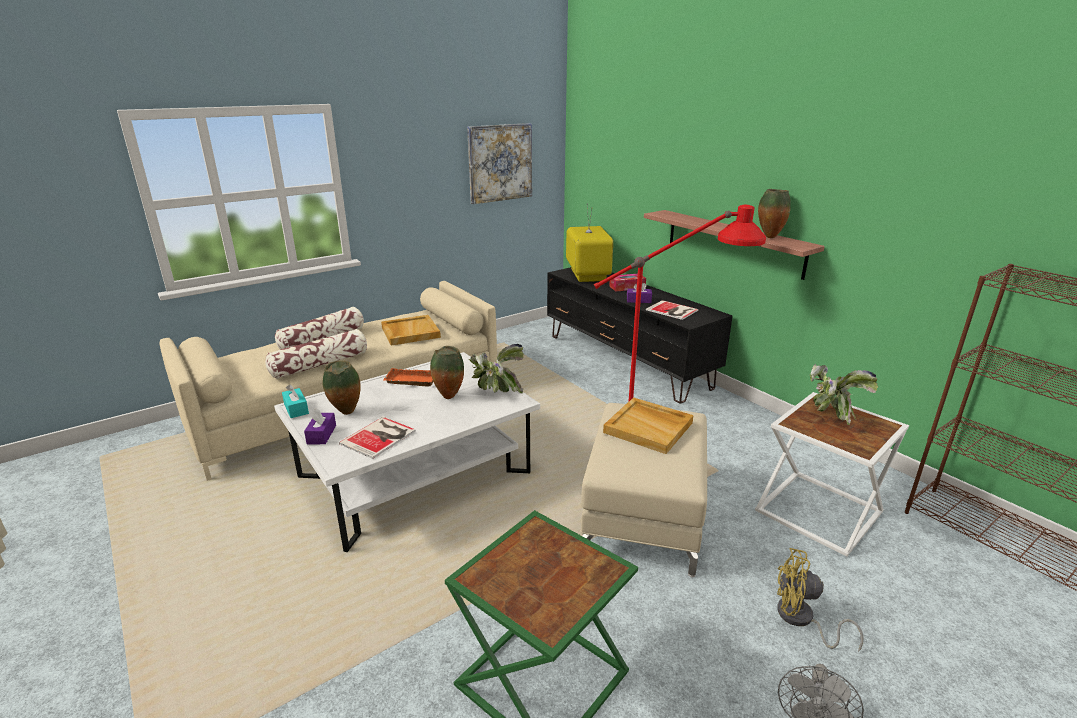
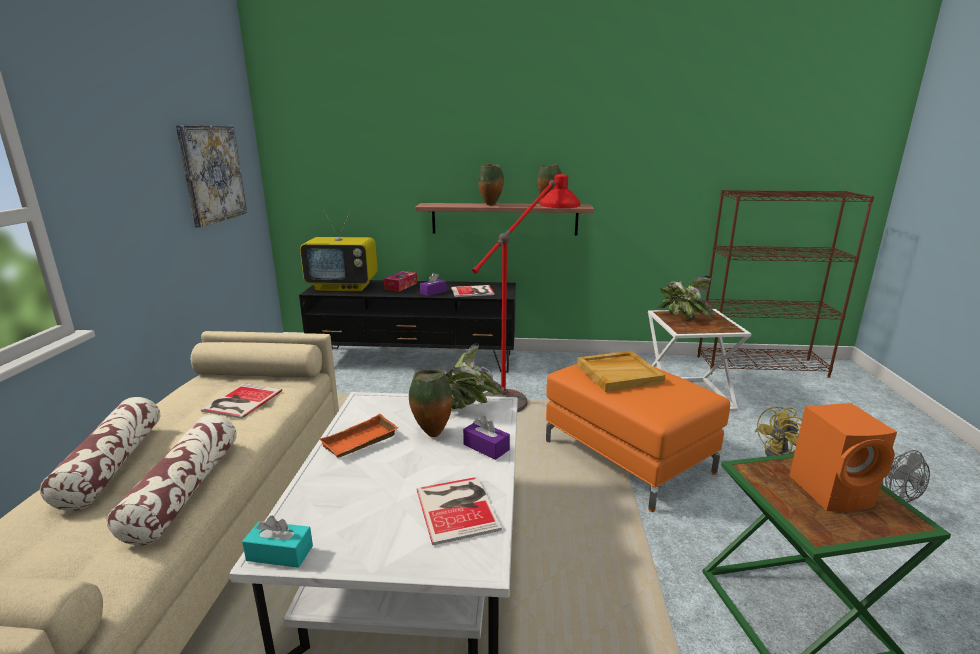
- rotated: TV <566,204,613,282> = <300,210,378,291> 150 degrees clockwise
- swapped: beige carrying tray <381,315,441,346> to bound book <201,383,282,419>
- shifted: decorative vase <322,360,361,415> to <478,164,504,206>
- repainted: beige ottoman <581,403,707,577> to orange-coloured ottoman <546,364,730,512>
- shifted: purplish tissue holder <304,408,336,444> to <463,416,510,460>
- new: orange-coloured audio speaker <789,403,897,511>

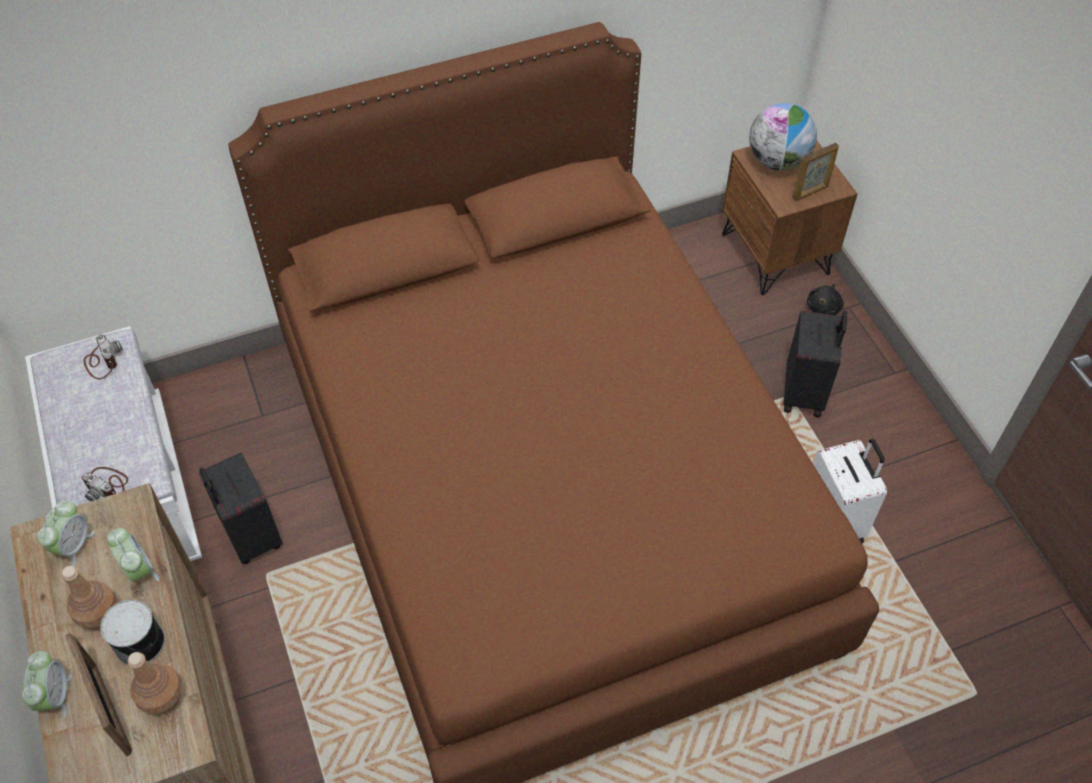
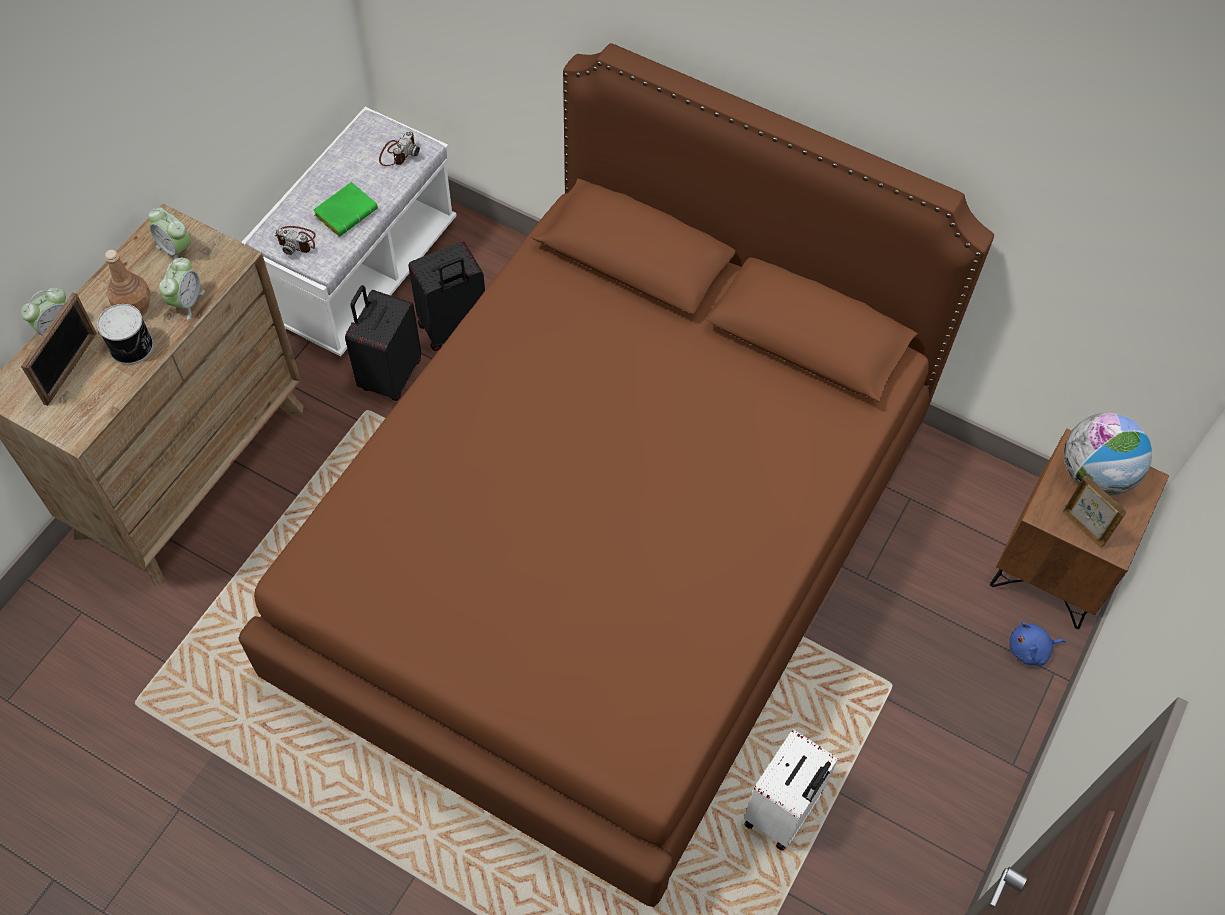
- rotated: standing frame <792,143,839,201> = <1063,476,1126,549> 150 degrees counterclockwise
- repainted: blackish cuddly toy <807,284,844,315> to bluish cuddly toy <1009,622,1066,666>
- shifted: blackish travel case <783,311,847,417> to <408,241,485,351>
- rotated: still camera <82,467,128,502> = <274,226,316,255> 60 degrees counterclockwise
- rotated: table clock <37,501,95,566> = <148,207,191,259> 60 degrees clockwise
- gone: brownish beverage bottle <128,652,182,714>
- new: greenish bound book <313,182,378,237>

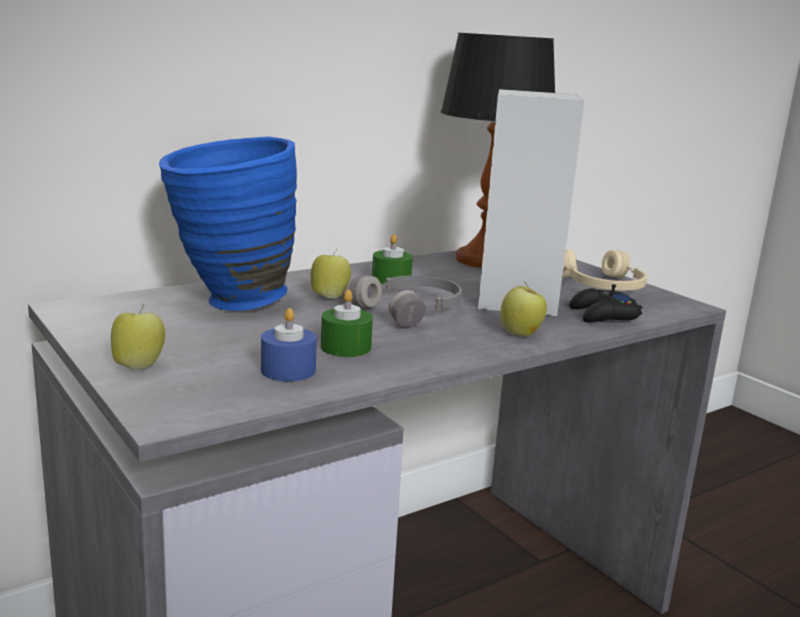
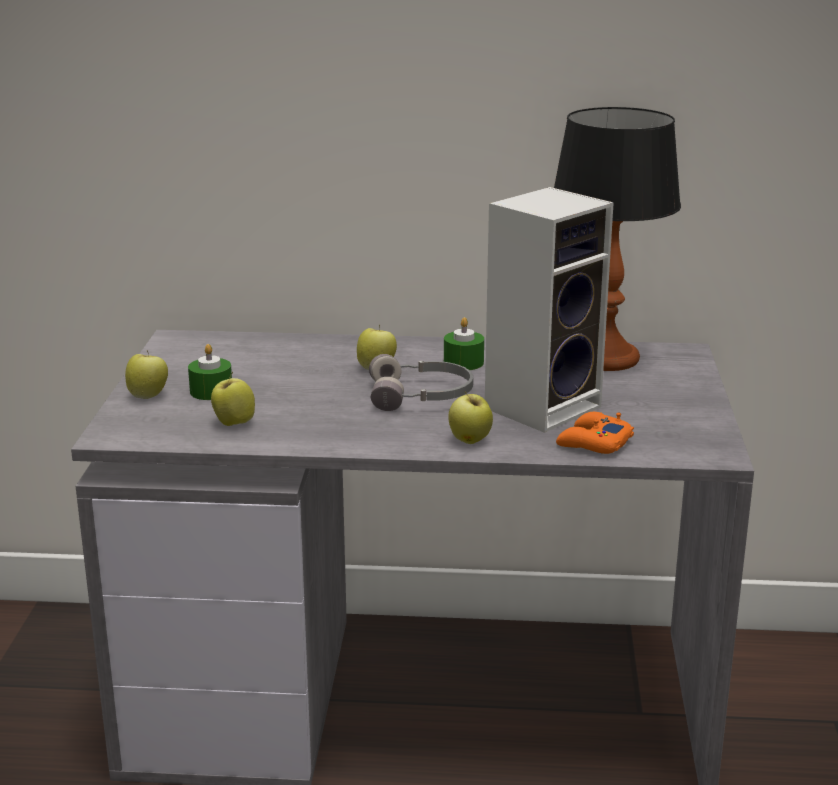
- gone: bluish decorative vase <159,137,297,311>
- gone: beige headphones <562,250,647,291>
- repainted: blackish gamepad <569,284,643,322> to orange-coloured gamepad <556,412,634,454>
- shifted: greenish candle <321,289,373,357> to <188,344,232,400>
- swapped: bluish candle <261,308,317,381> to apple fruit <211,372,255,426>

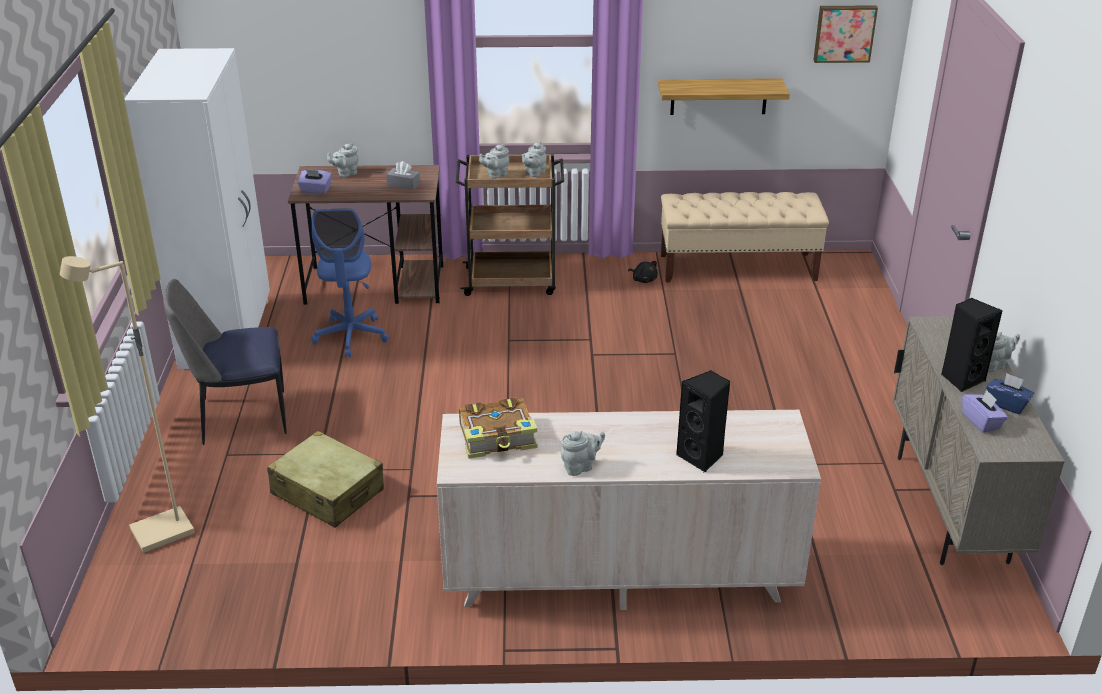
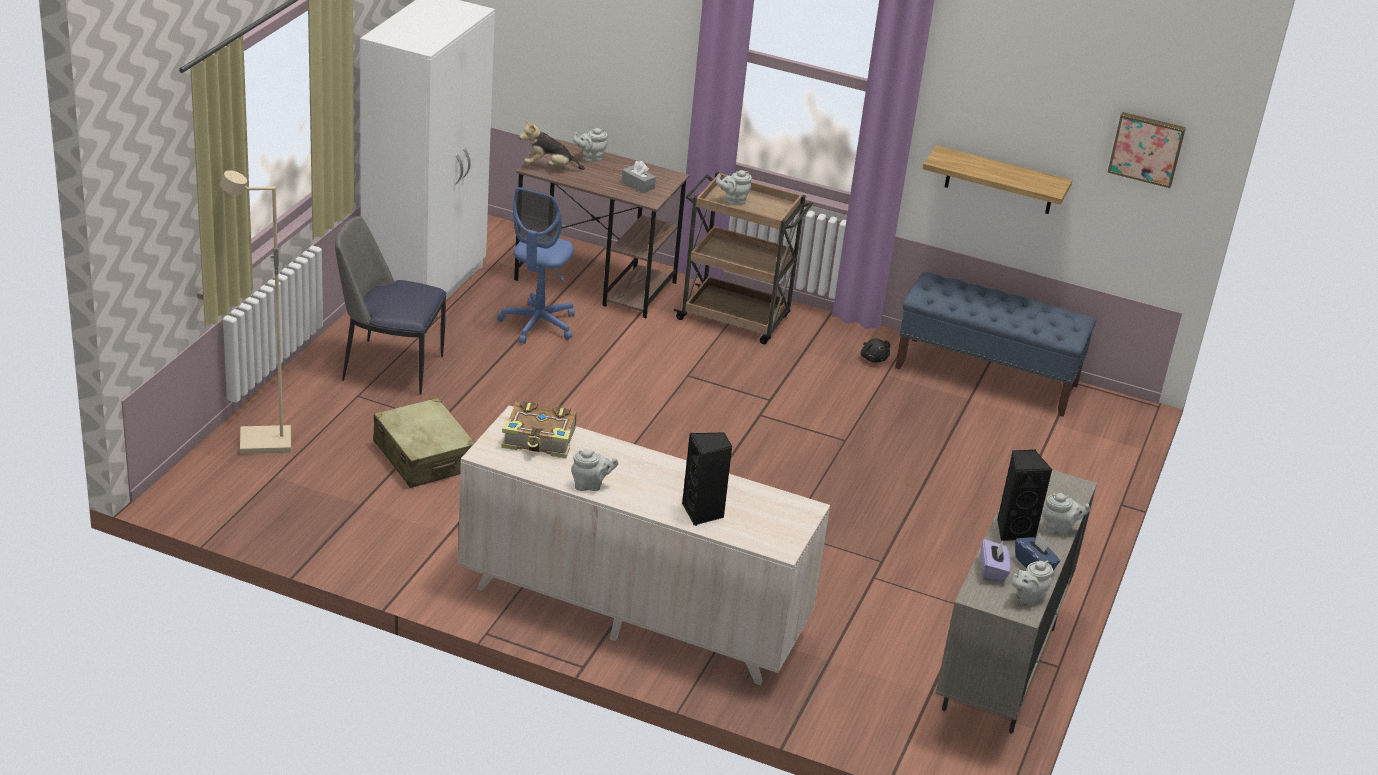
- shifted: greyish teapot <522,142,547,177> to <1012,561,1053,607>
- swapped: purplish tissue holder <297,169,332,194> to cuddly toy <519,120,585,170>
- repainted: beige long seat <661,192,829,283> to bluish long seat <895,272,1096,417>

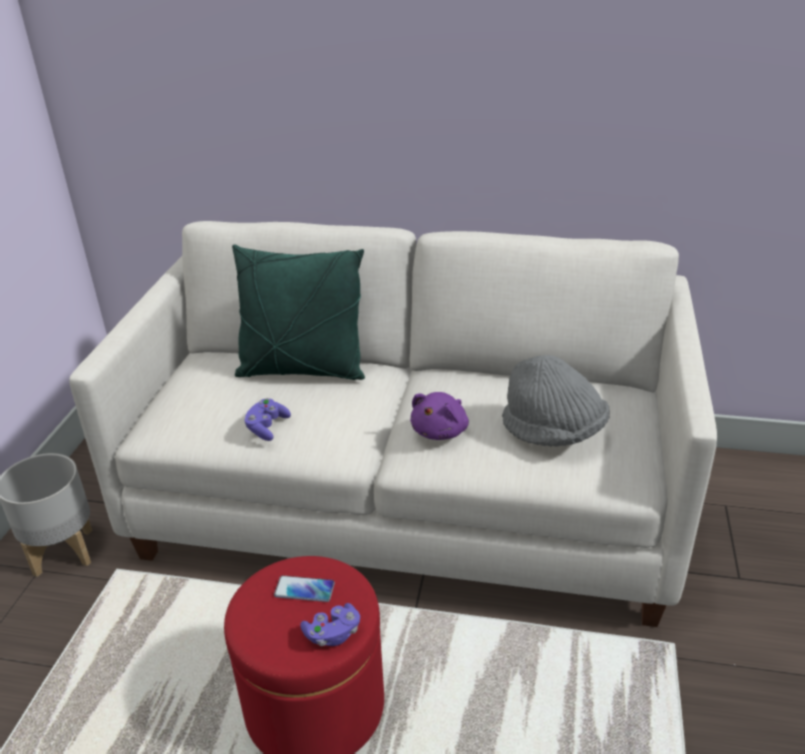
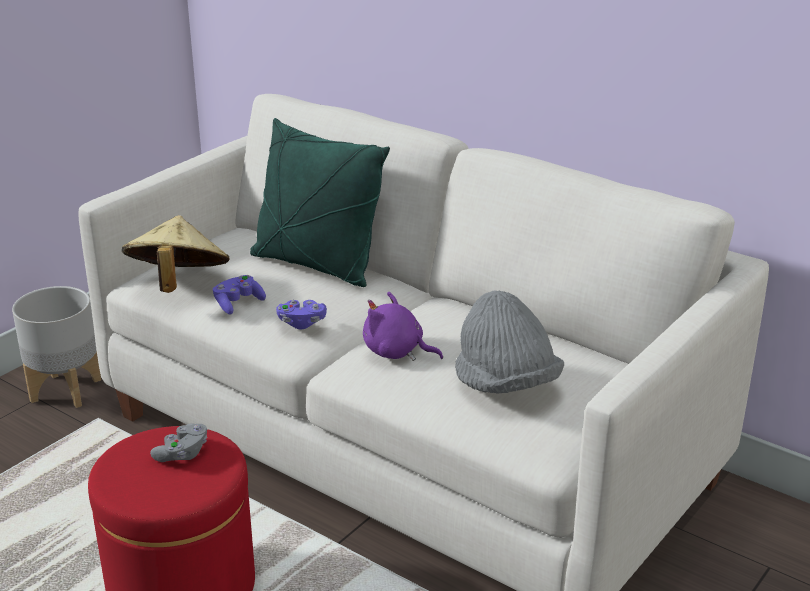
- rotated: purplish cuddly toy <410,392,469,440> = <363,291,443,361> 60 degrees clockwise
- swapped: telephone <274,576,335,602> to greyish gamepad <150,423,207,462>
- shifted: purplish gamepad <300,603,360,646> to <276,300,327,329>
- new: beige wearable hat <122,215,229,293>

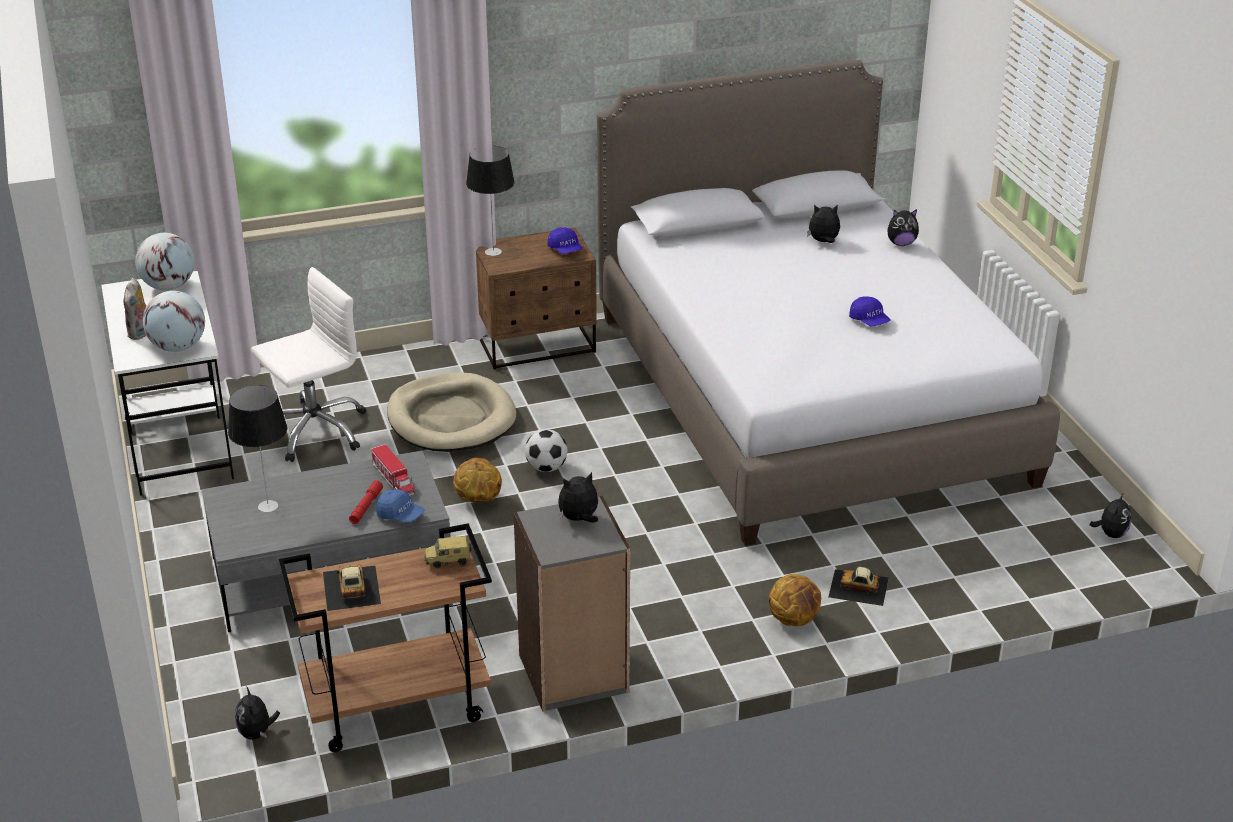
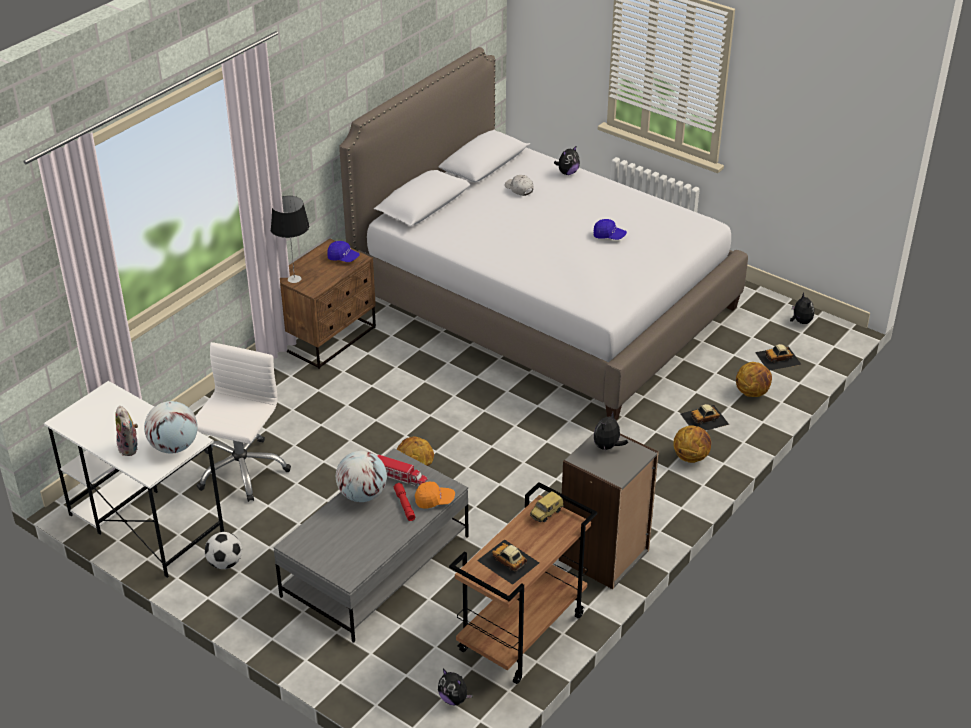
- swapped: cuddly toy <807,205,840,243> to white baseball cap <505,175,533,196>
- shifted: desk globe <135,233,195,290> to <336,451,387,502>
- gone: beige dog cushion <387,372,516,452>
- gone: table lamp <228,385,288,512>
- shifted: ball for football <525,429,568,472> to <205,532,242,569>
- repainted: bluish baseball cap <376,489,424,523> to orange-coloured baseball cap <415,482,455,509>
- new: model car <755,344,802,371>
- new: ball for basketball <736,362,772,397>

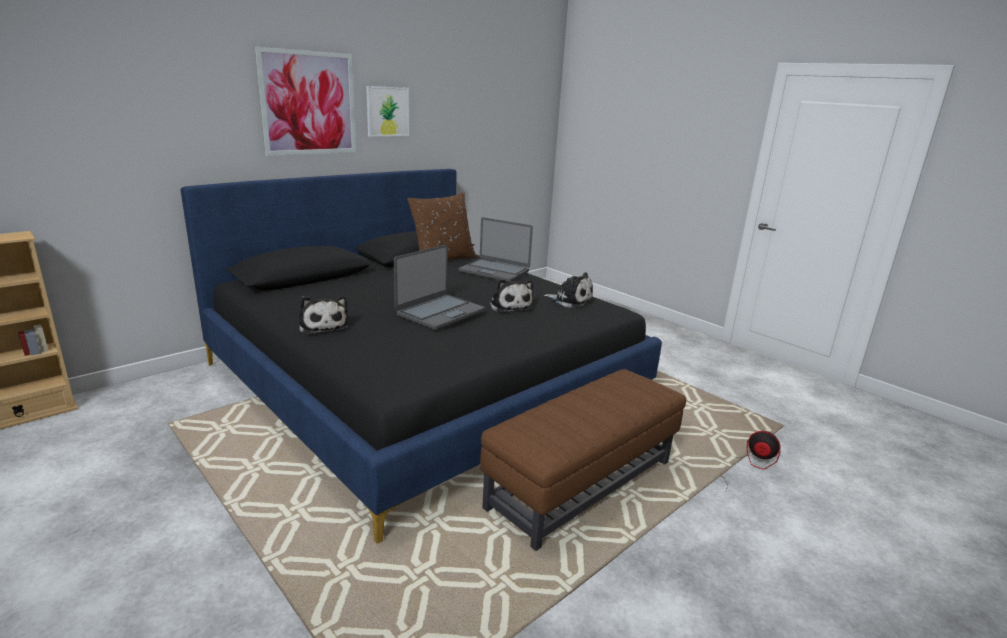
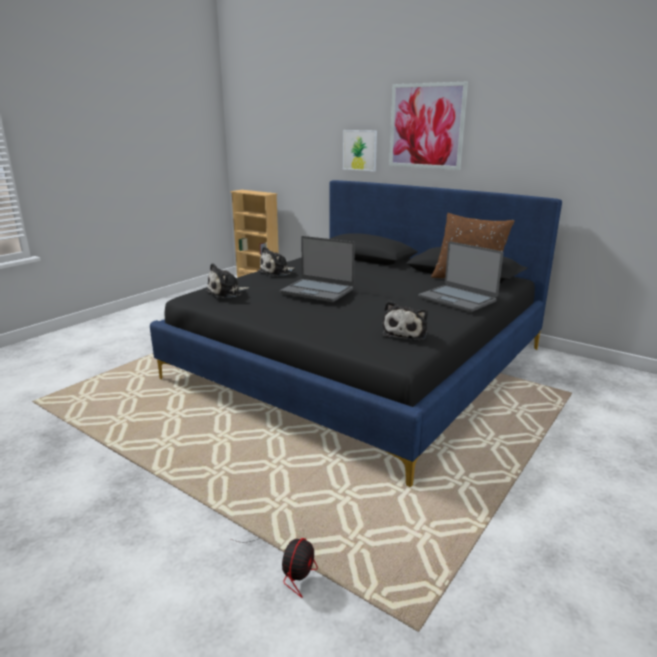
- shifted: picture <366,86,409,137> to <343,130,377,172>
- rotated: portable computer <459,217,533,281> = <419,241,503,312> 60 degrees counterclockwise
- shifted: cuddly toy <489,279,533,313> to <206,263,249,298>
- gone: brownish ottoman <480,369,686,551>

